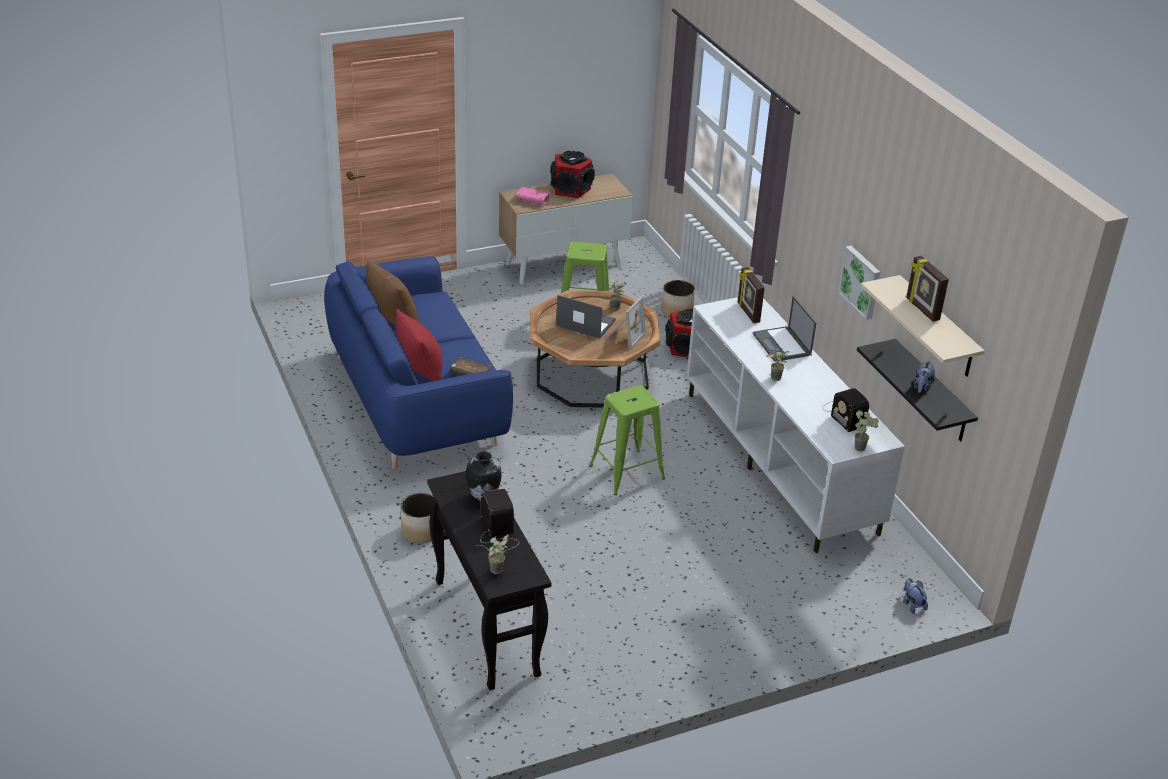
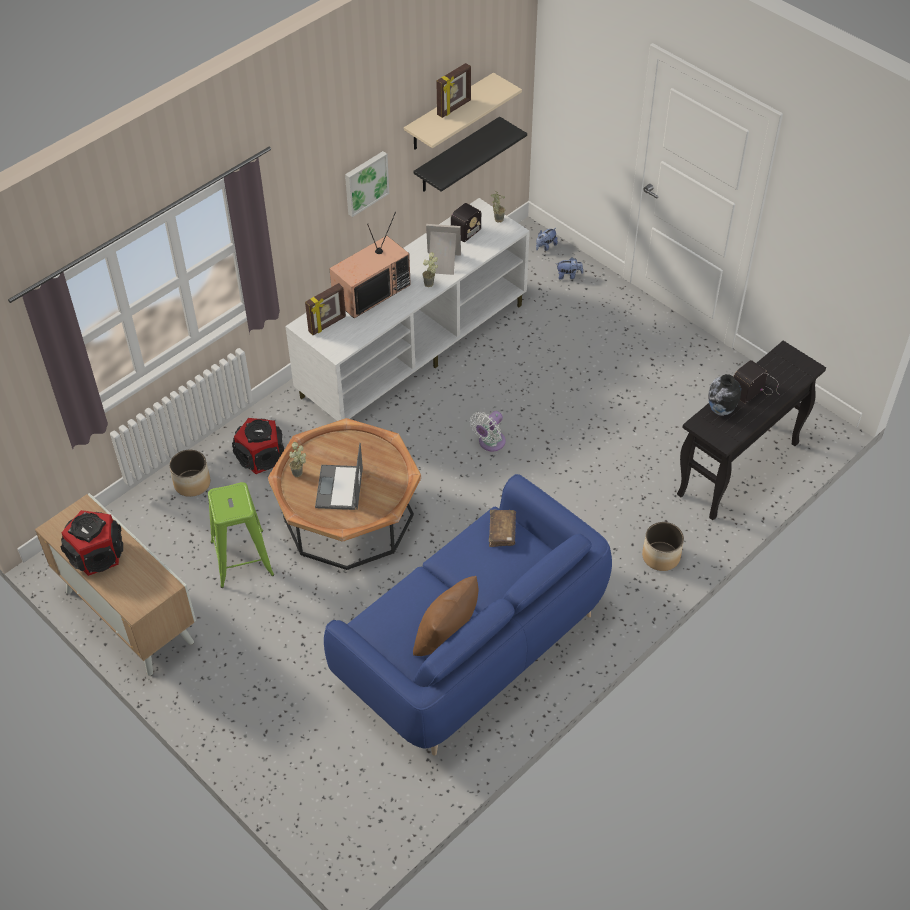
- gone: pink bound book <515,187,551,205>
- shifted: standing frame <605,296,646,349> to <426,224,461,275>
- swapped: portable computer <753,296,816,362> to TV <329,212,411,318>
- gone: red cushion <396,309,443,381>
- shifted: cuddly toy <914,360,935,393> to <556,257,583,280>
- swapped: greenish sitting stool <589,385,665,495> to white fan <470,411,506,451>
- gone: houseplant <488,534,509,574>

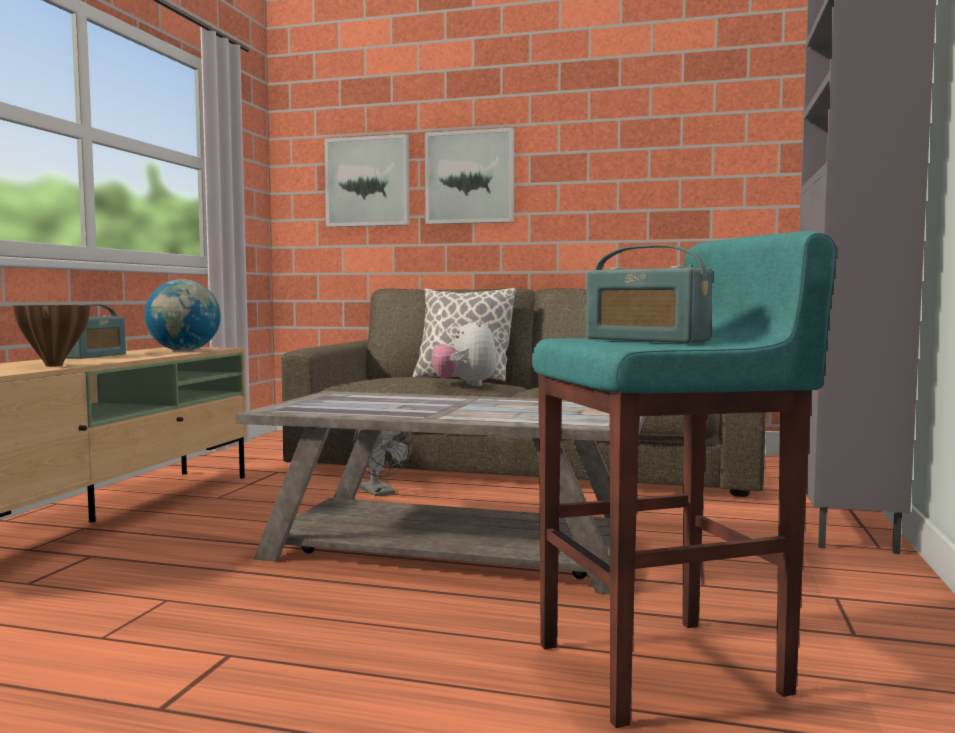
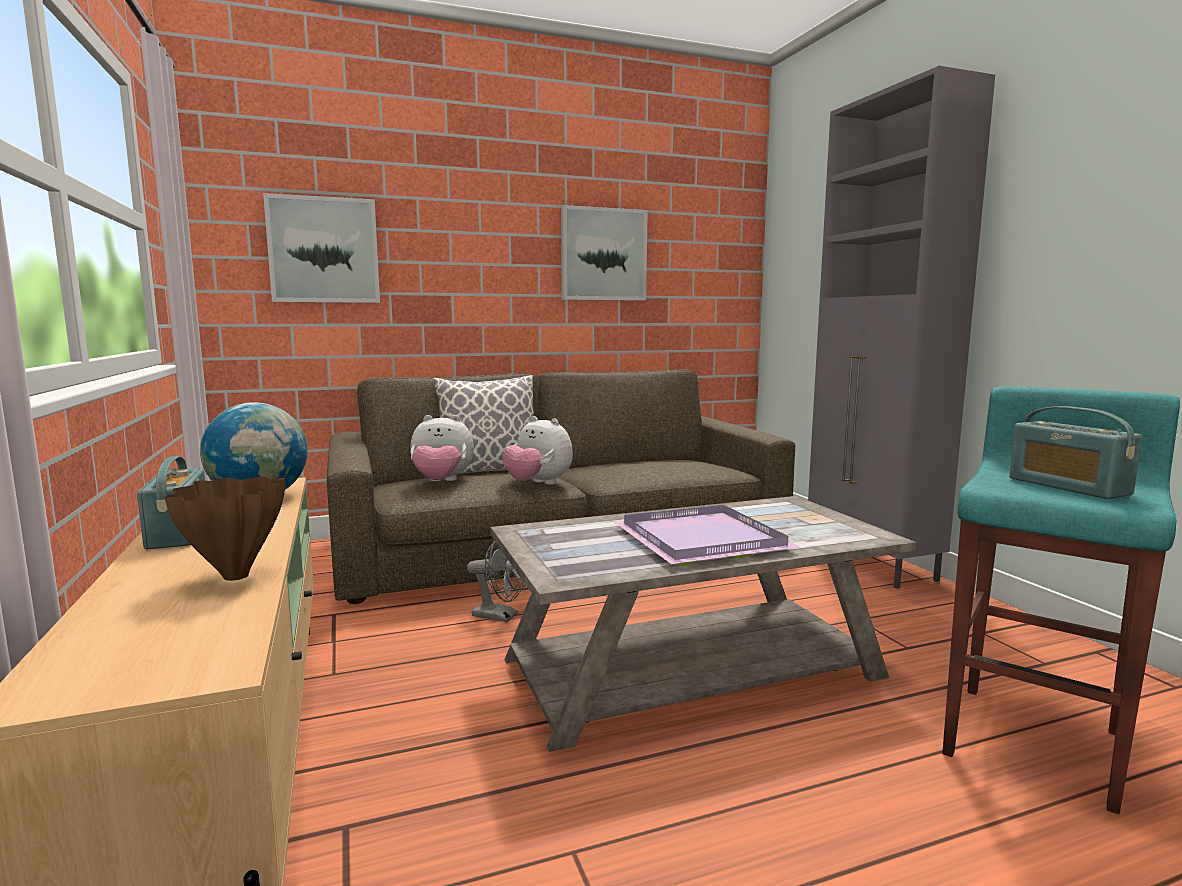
- shifted: picture <425,128,514,224> to <561,205,648,301>
- rotated: radio receiver <586,245,713,343> = <1009,406,1142,499> 60 degrees clockwise
- new: cuddly toy <410,415,474,481>
- new: purplish carrying tray <614,505,799,566>

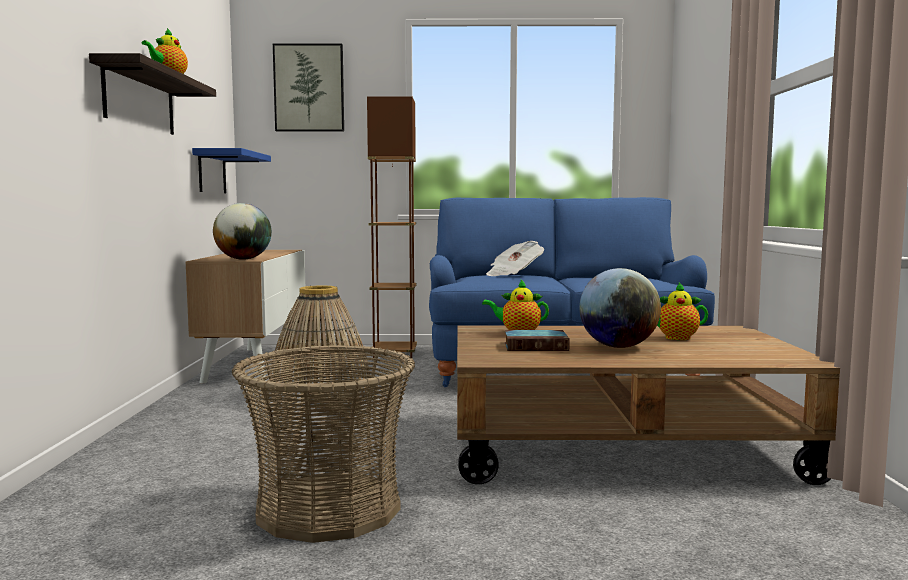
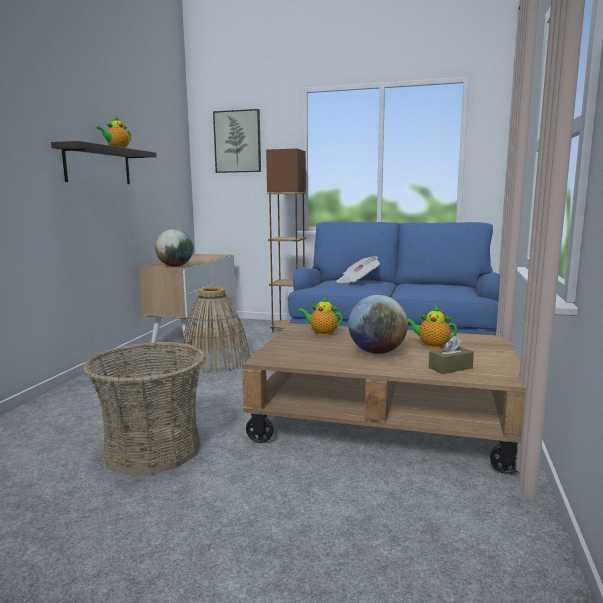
- gone: bluish shelf <192,148,271,193>
- gone: bound book <505,330,570,351>
- new: brownish tissue holder <429,336,474,374>

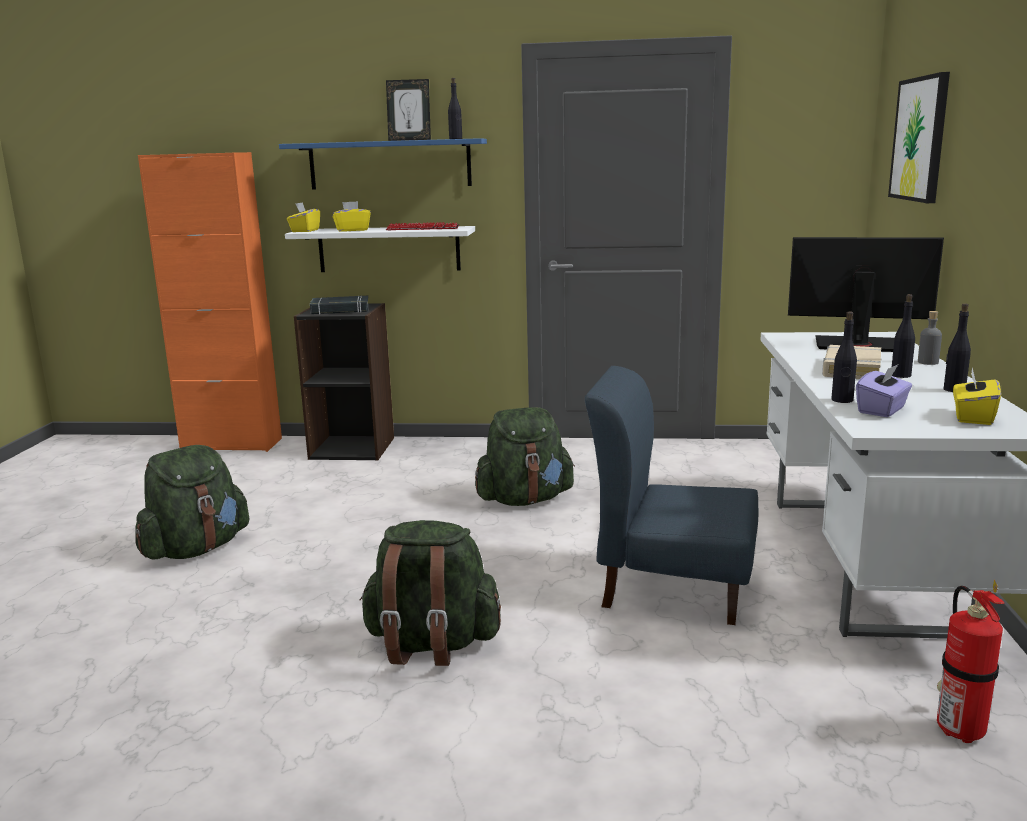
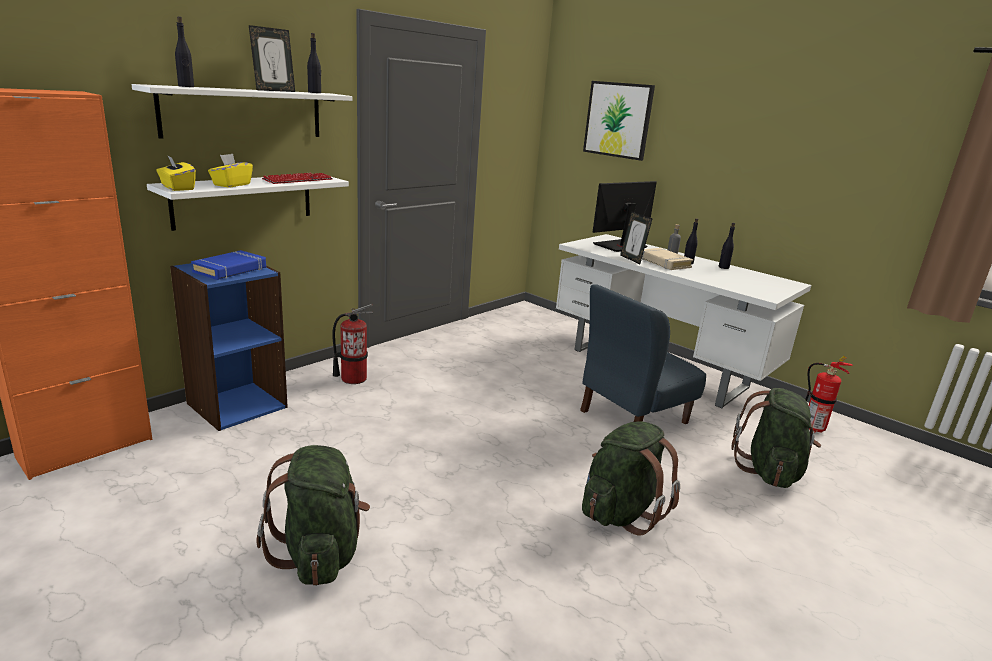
- repainted: bluish shelf <279,138,487,189> to white shelf <132,84,353,138>
- repainted: blackish bound book <310,296,369,315> to bluish bound book <191,250,266,280>
- repainted: blackish bookshelf <294,303,394,461> to bluish bookshelf <170,263,288,431>
- shifted: blackish beverage bottle <831,311,857,403> to <175,16,194,87>
- gone: purplish tissue holder <856,364,912,417>
- gone: yellowish tissue holder <953,368,1001,425>
- shifted: greenish knapsack <475,407,575,506> to <731,388,821,488>
- new: standing frame <620,211,653,264>
- new: extinguisher <332,304,373,384>

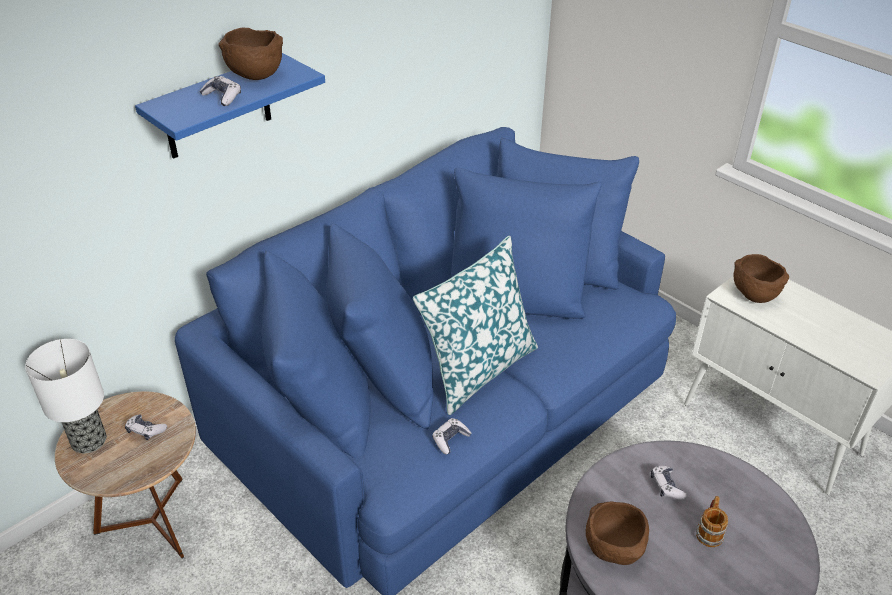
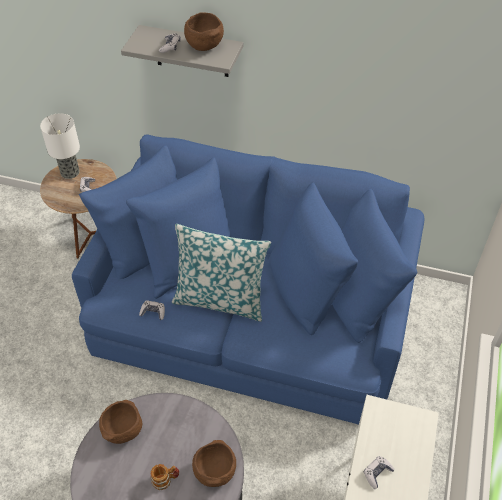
- repainted: bluish shelf <135,53,325,159> to greyish shelf <121,25,243,77>
- shifted: brownish bowl <733,254,789,303> to <192,440,236,487>
- shifted: gamepad <651,466,687,499> to <364,456,395,489>

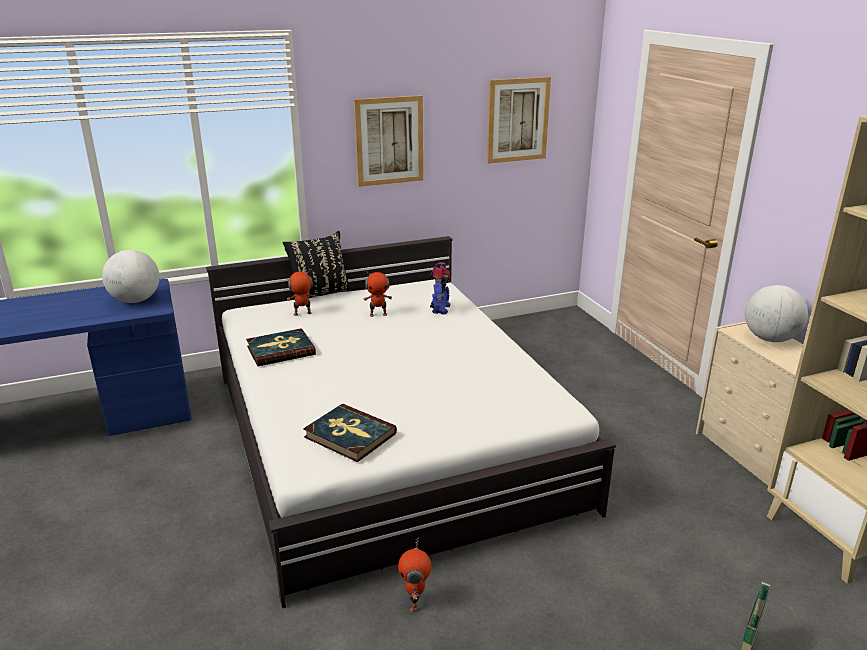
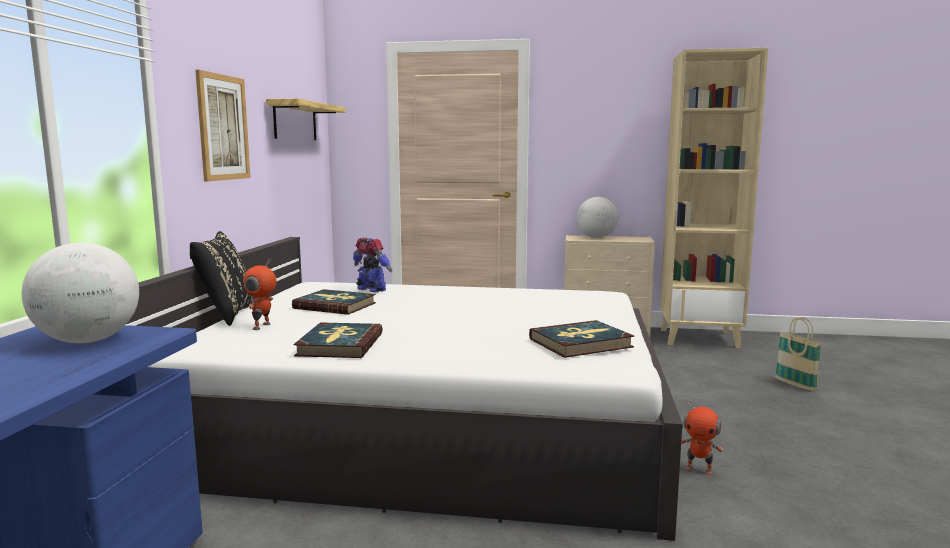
- swapped: picture <487,77,551,164> to shelf <266,98,346,140>
- swapped: model robot <364,270,392,317> to bound book <292,289,376,315>

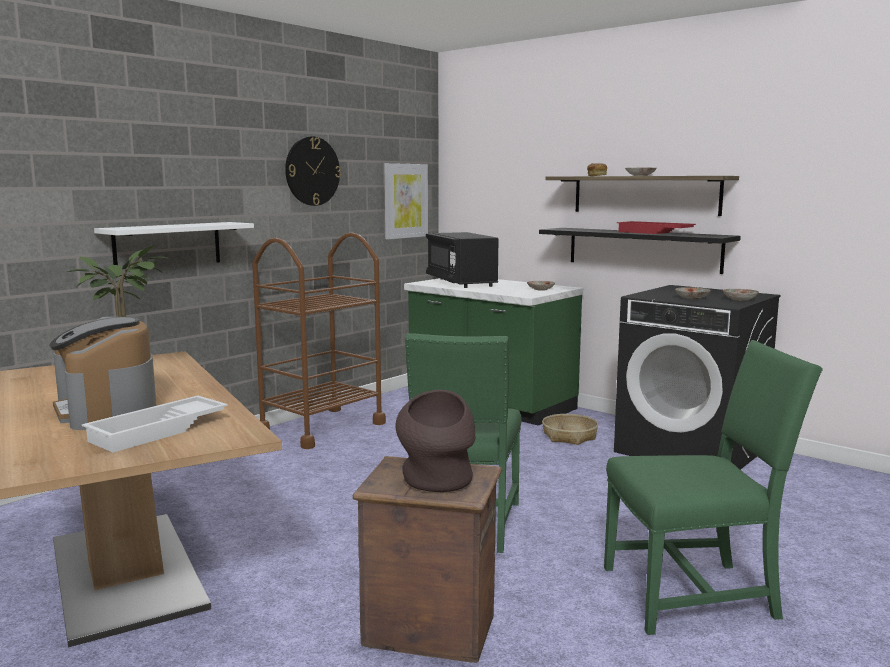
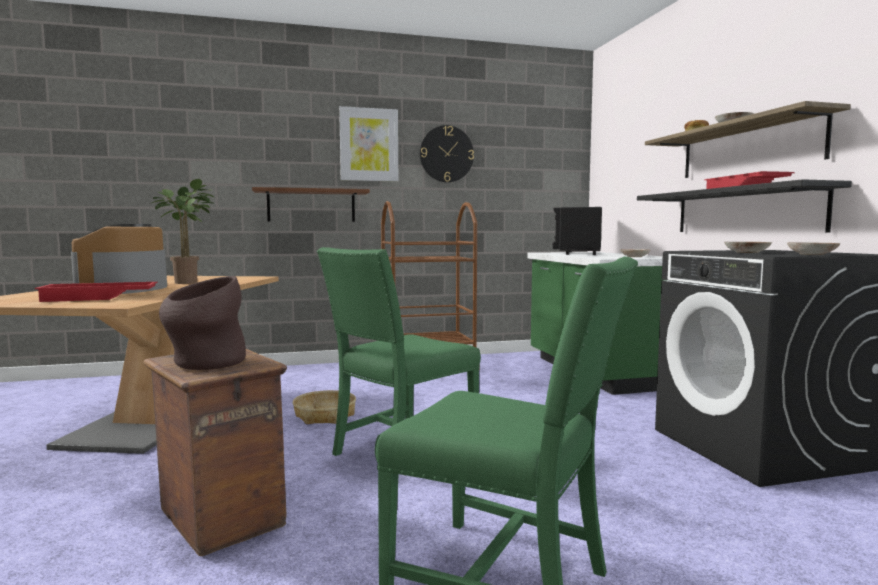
- shifted: picture <384,163,428,239> to <339,106,398,182>
- repainted: white shelf <94,222,254,265> to brownish shelf <252,187,370,222>
- repainted: white carrying tray <82,396,228,452> to red carrying tray <35,282,158,302>
- shifted: storage basket <542,414,598,445> to <293,390,356,424>

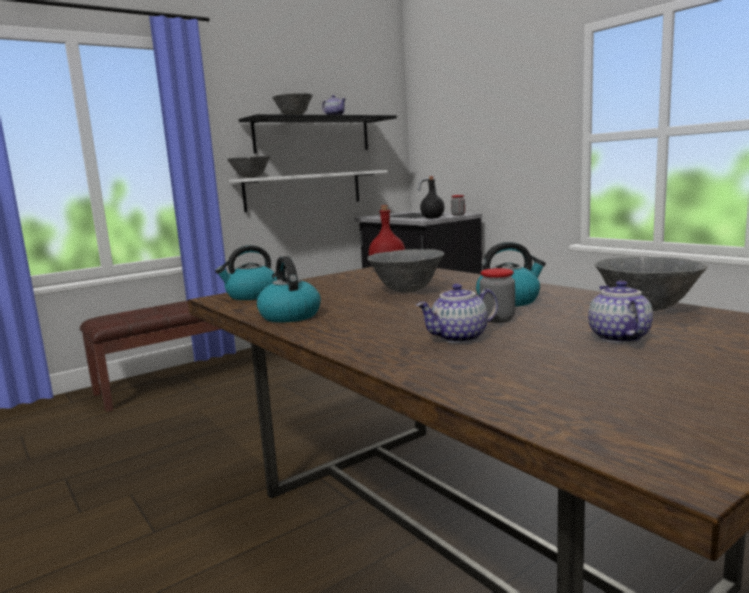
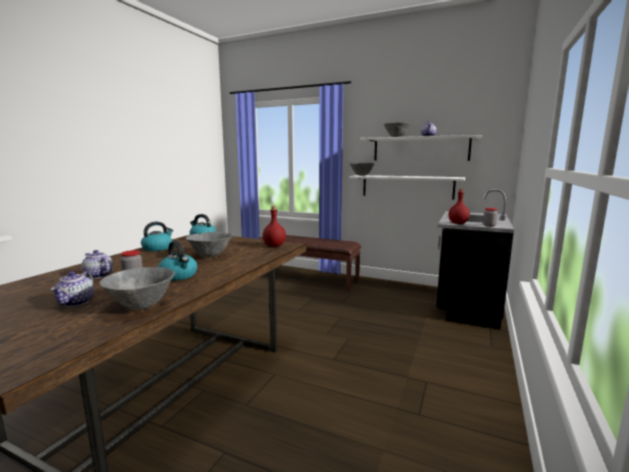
- repainted: blackish shelf <239,114,397,154> to white shelf <360,135,482,161>
- repainted: blackish beverage bottle <420,176,444,219> to red beverage bottle <449,189,470,224>
- rotated: teapot <588,280,653,343> = <51,271,94,307> 120 degrees clockwise

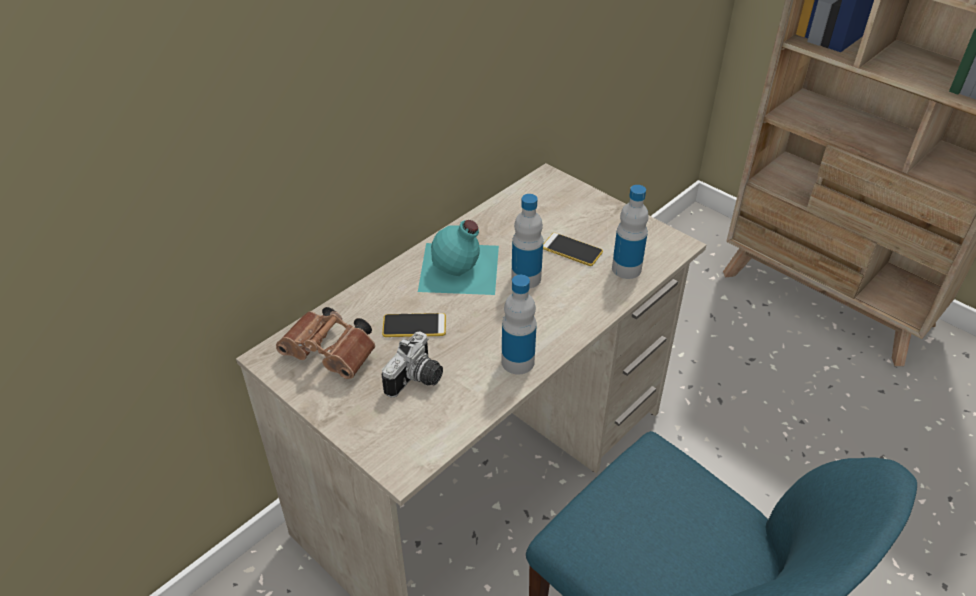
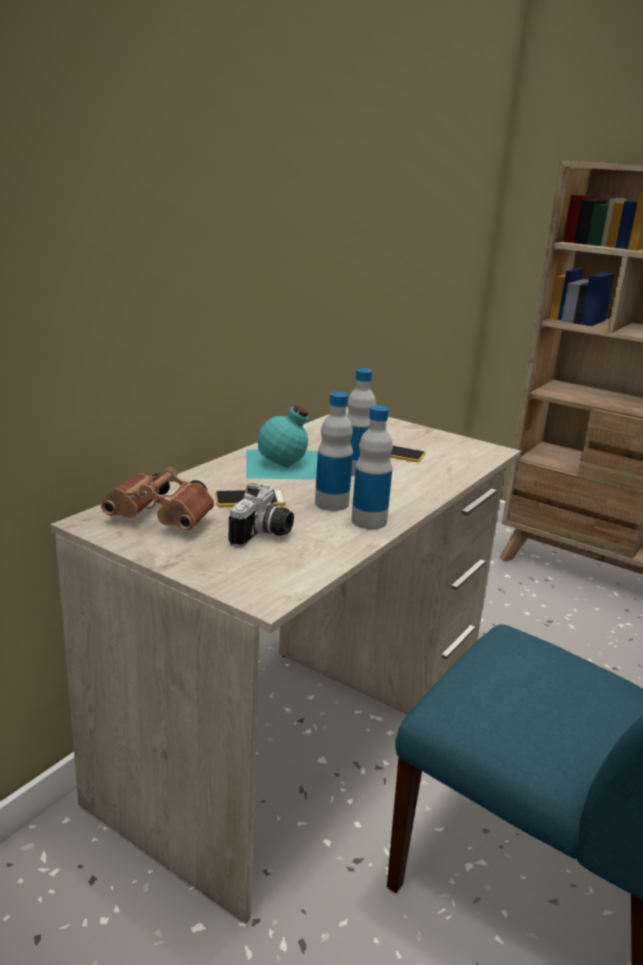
- shifted: beverage bottle <612,185,649,279> to <315,392,353,511>

